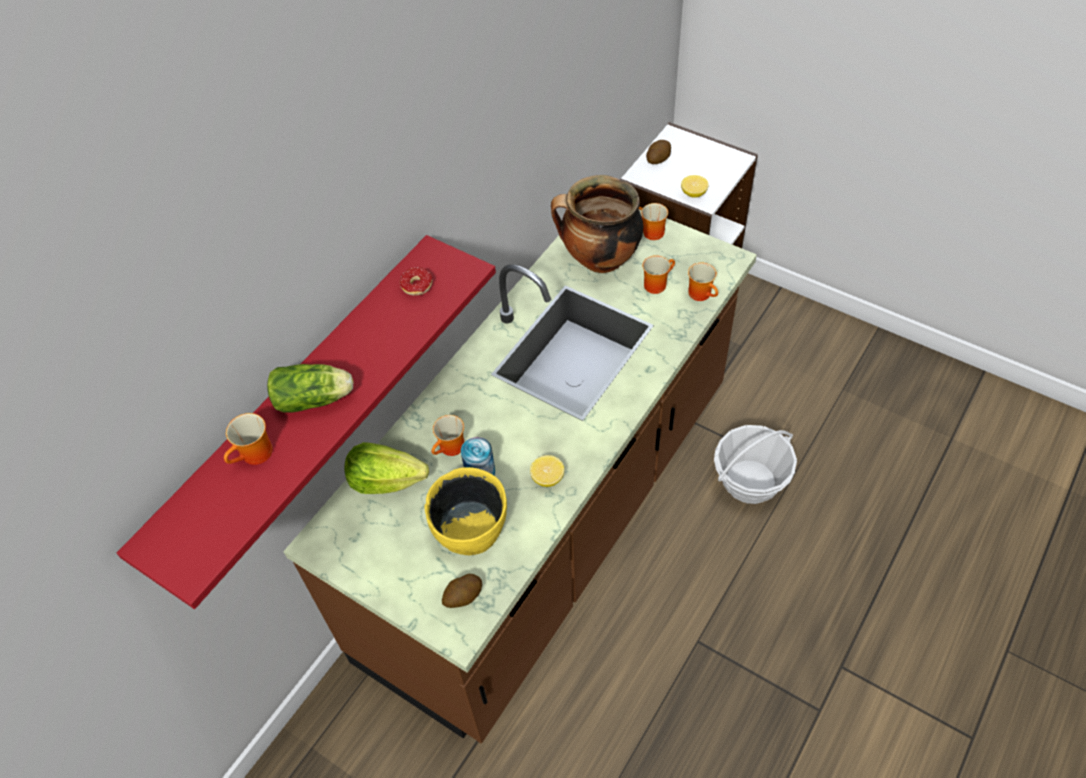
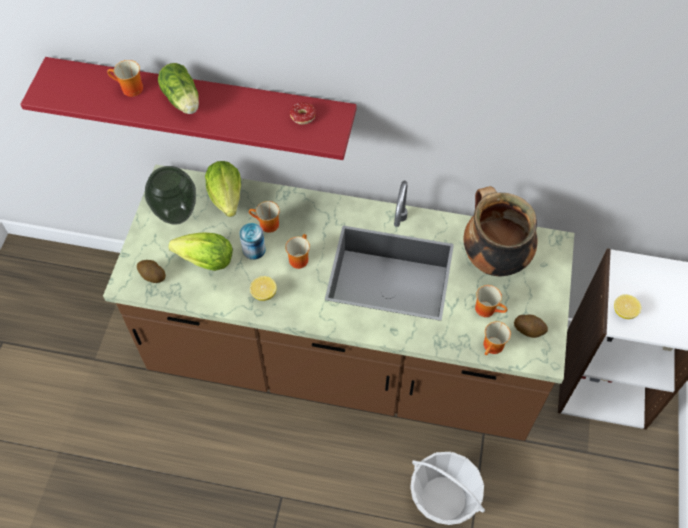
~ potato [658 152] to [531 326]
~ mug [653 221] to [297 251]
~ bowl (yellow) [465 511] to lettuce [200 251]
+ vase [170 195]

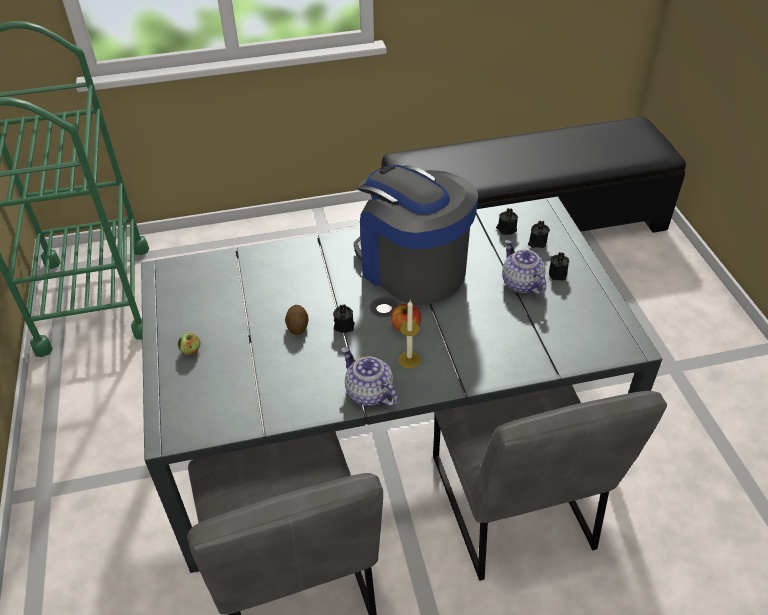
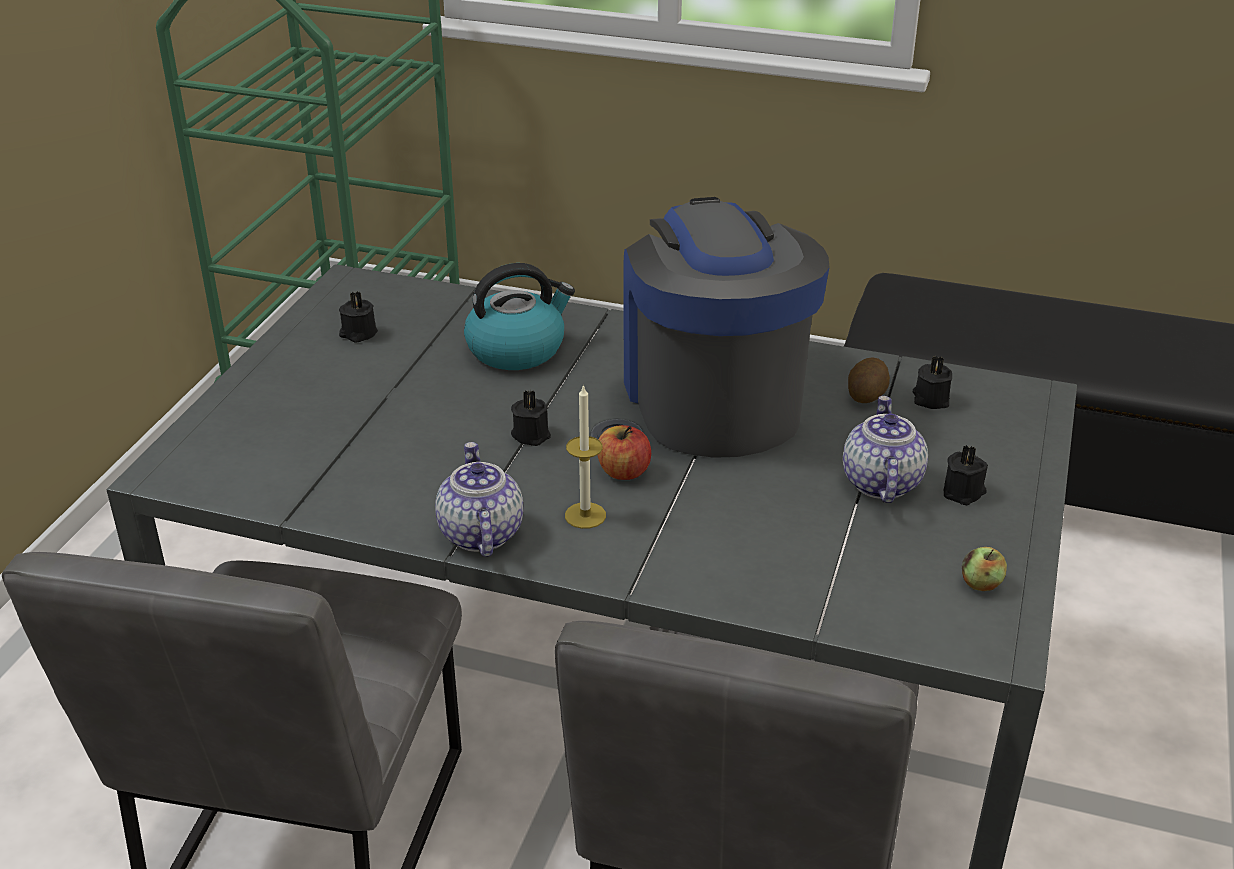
~ candle (black) [539 234] to [358 317]
~ potato [296 320] to [869 380]
~ apple [189 344] to [984 569]
+ kettle [519 316]

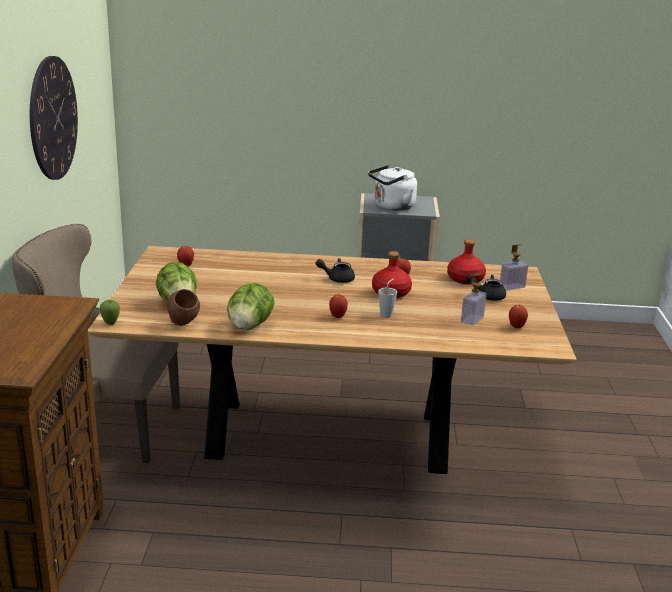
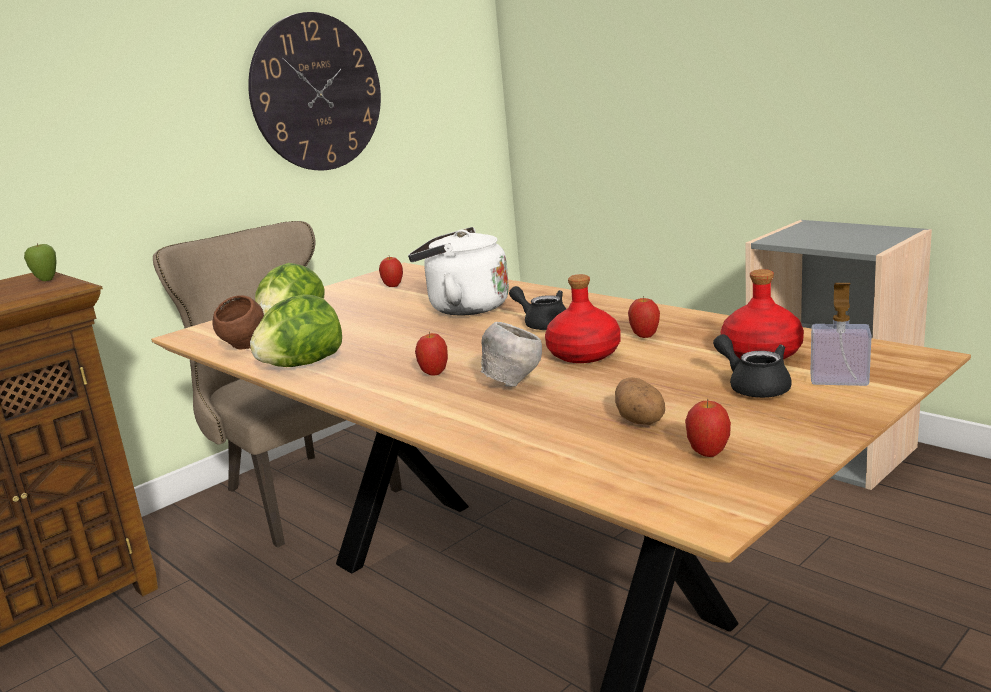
~ kettle (white) [392 188] to [458 271]
~ soap dispenser [474 299] to potato [640 401]
~ cup (grey) [387 298] to bowl (grey) [511 354]
~ apple [110 312] to [40 262]

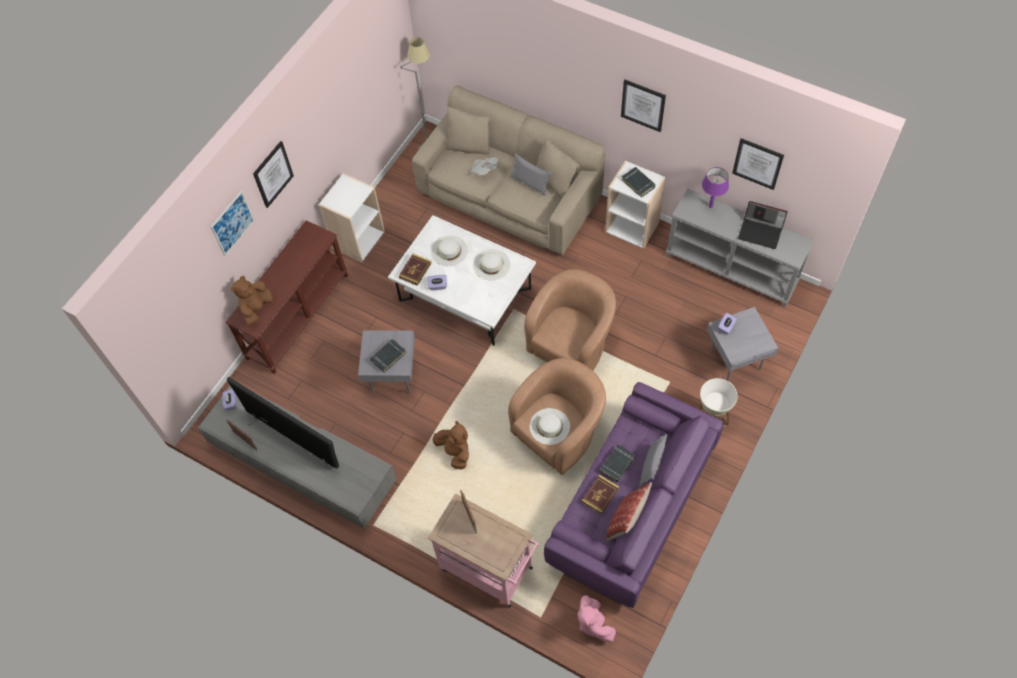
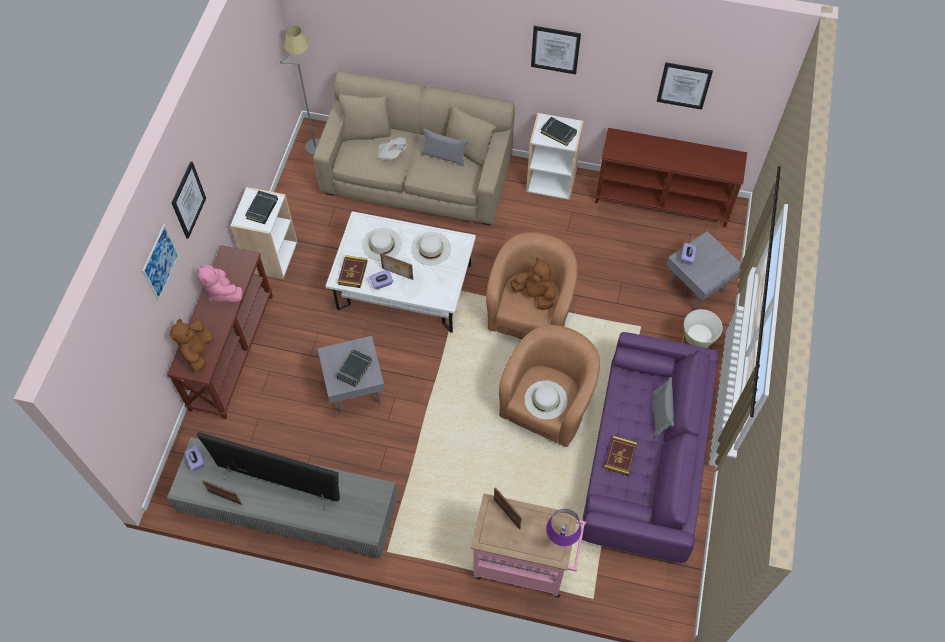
~ table lamp (purple) [715 187] to [563 527]
~ console table (grey) [740 248] to console table (brown) [671 177]
- laptop [762 225]
~ plush toy (brown) [450 445] to [533 284]
~ book (black) [617 463] to [261 207]
- pillow [628 512]
~ plush toy (pink) [596 618] to [220 283]
+ picture frame [396 266]

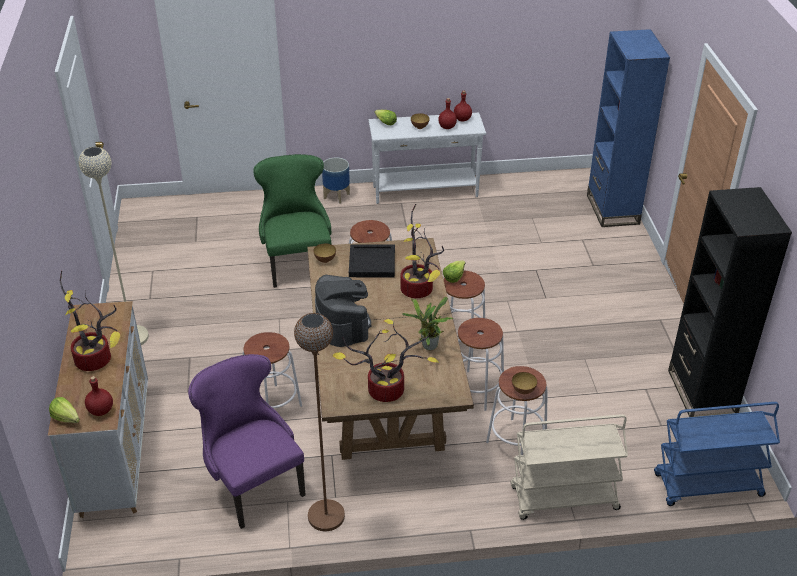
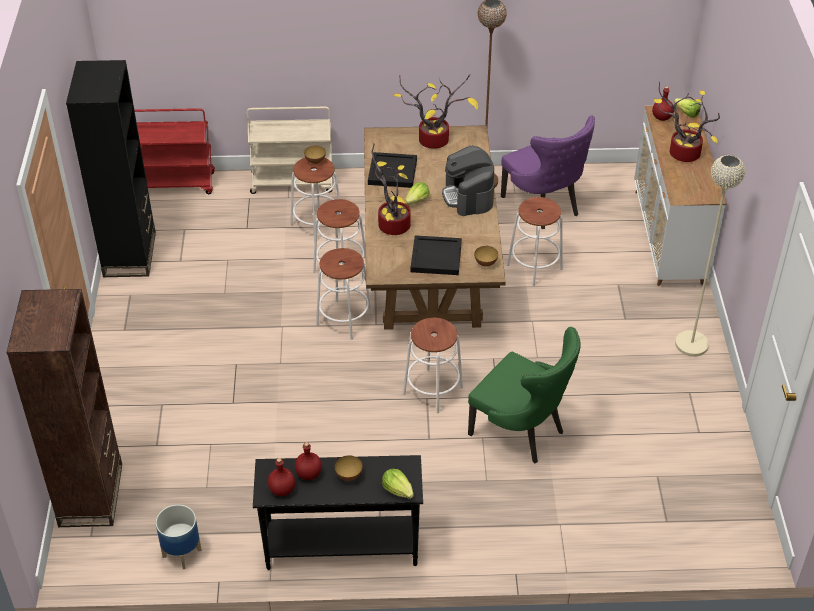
~ bookcase (blue) [628 128] to bookcase (brown) [64 408]
~ console table (white) [427 158] to console table (black) [338 512]
~ chair (green) [292 221] = [524 395] 45 degrees counterclockwise
~ planter [336 181] to [179 537]
~ lettuce [454 271] to [417 193]
~ potted plant [427 323] to tray (black) [392 170]
~ cart (blue) [717 454] to cart (red) [174 151]

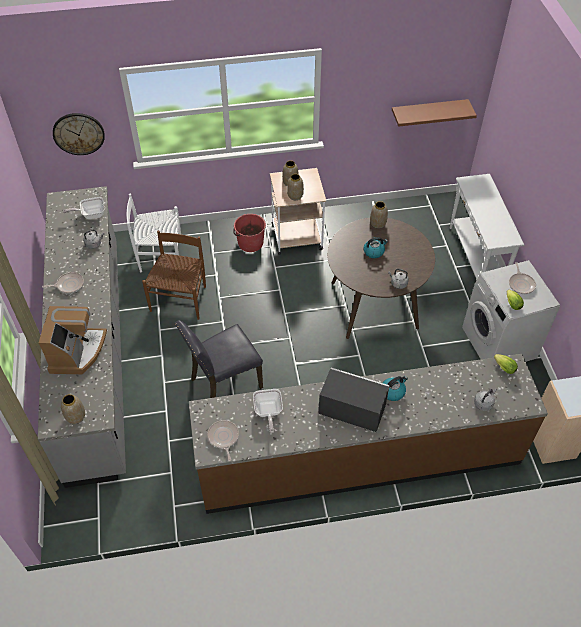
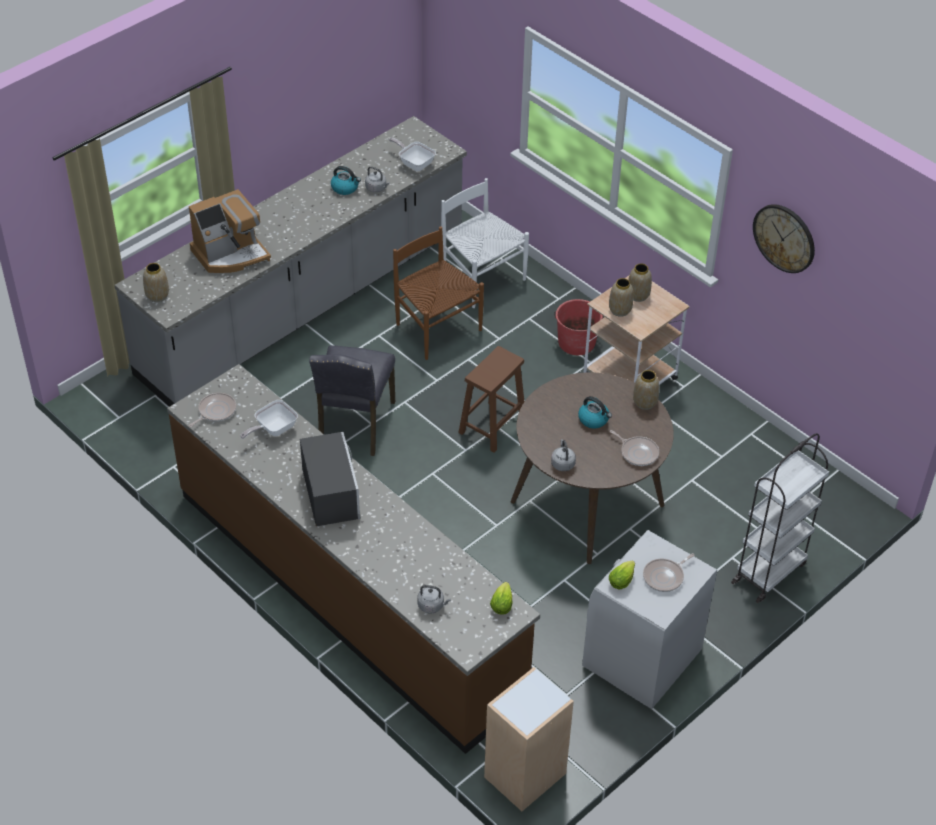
- shelf (brown) [434 113]
~ wall clock [79 134] to [784 238]
~ console table (white) [487 227] to cart (white) [780 518]
~ chair (brown) [174 275] = [438 293] 105 degrees counterclockwise
~ frying pan [63 283] to [634 448]
~ chair (grey) [218 359] = [352 400] 105 degrees counterclockwise
~ kettle [395 388] to [346 180]
+ stool (brown) [491 399]

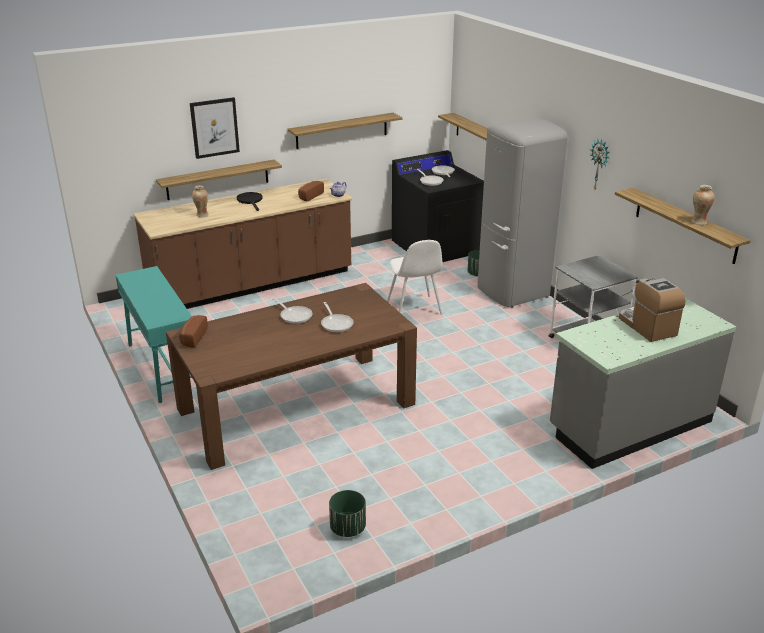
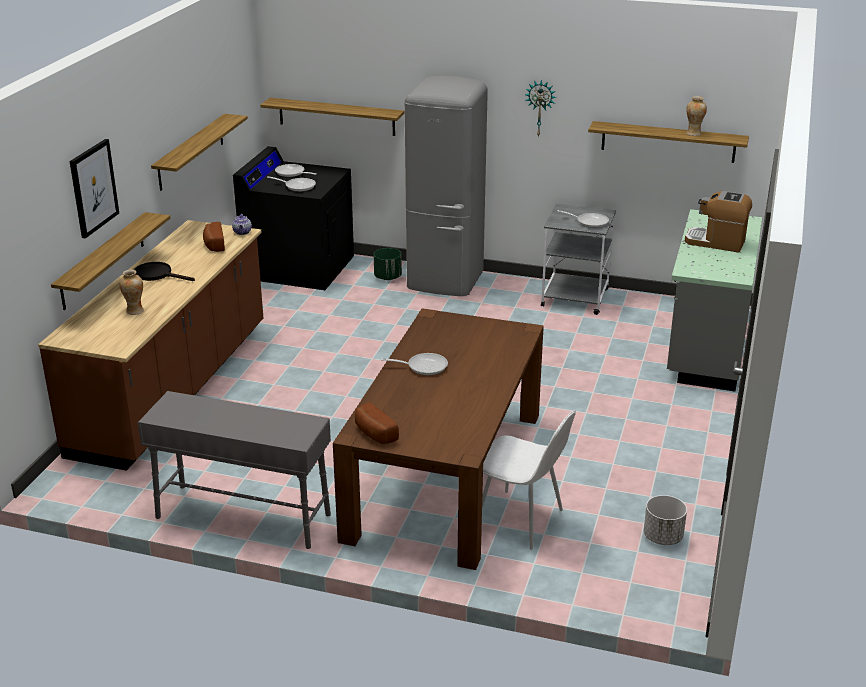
~ chair (white) [415 277] to [529 480]
~ console table (turquoise) [153 334] to console table (grey) [234 470]
~ frying pan [337 317] to [583 219]
~ planter (green) [347 513] to planter (white) [665 520]

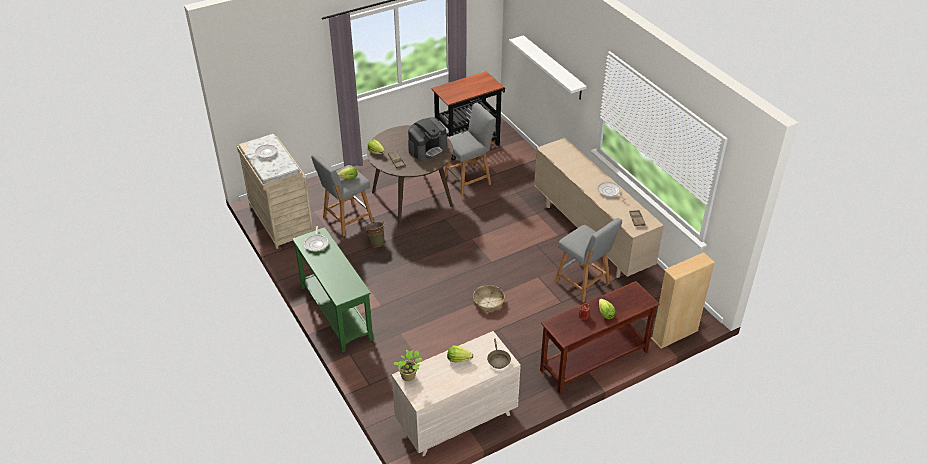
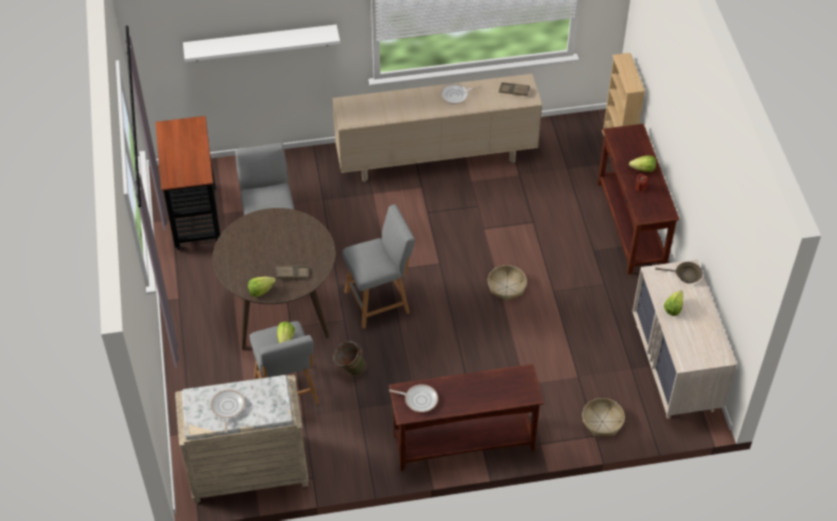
- coffee machine [427 139]
~ stool (grey) [588 260] to [378 266]
~ console table (green) [332 290] to console table (brown) [466 417]
- potted plant [407 365]
+ basket [603 417]

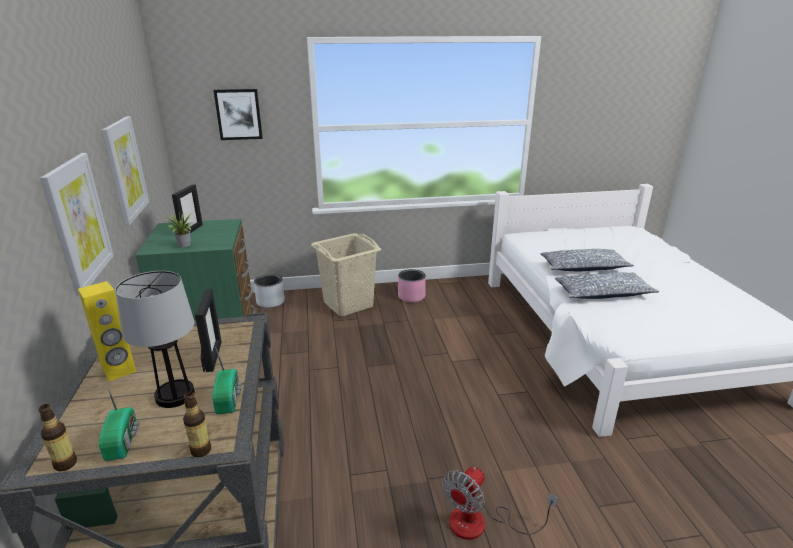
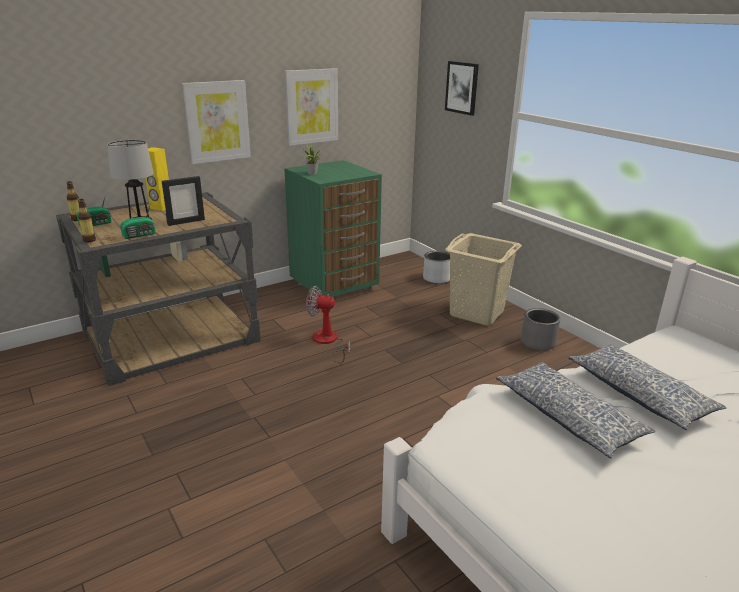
- picture frame [187 209]
~ planter (pink) [412 285] to planter (grey) [540 329]
~ fan [500 503] to [328 325]

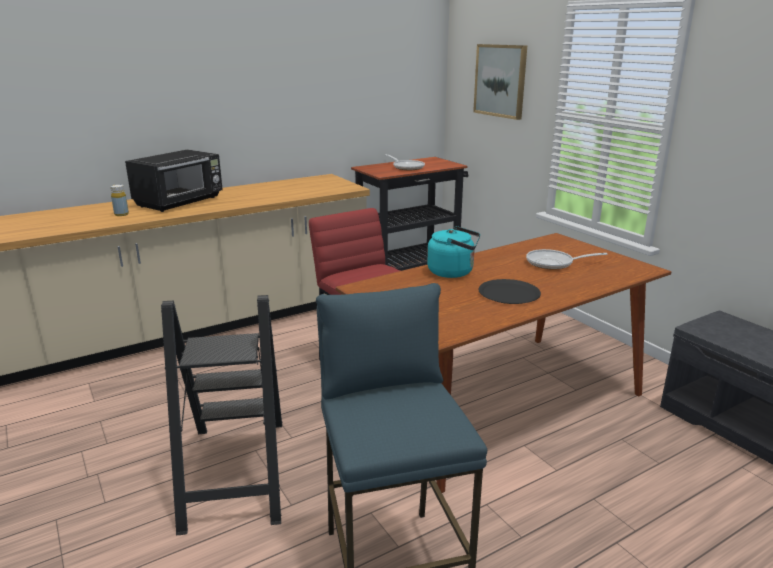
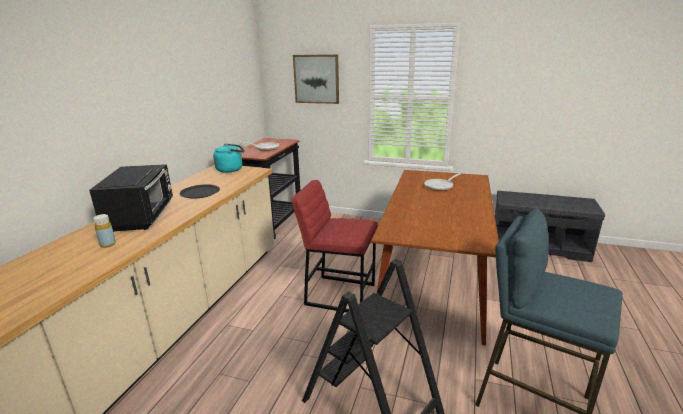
~ kettle (turquoise) [453 252] to [228 158]
~ plate (black) [509 291] to [200 191]

